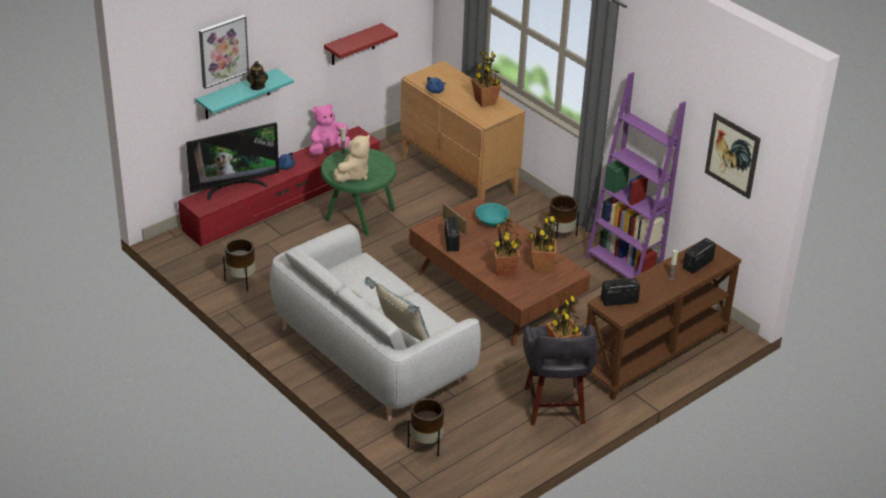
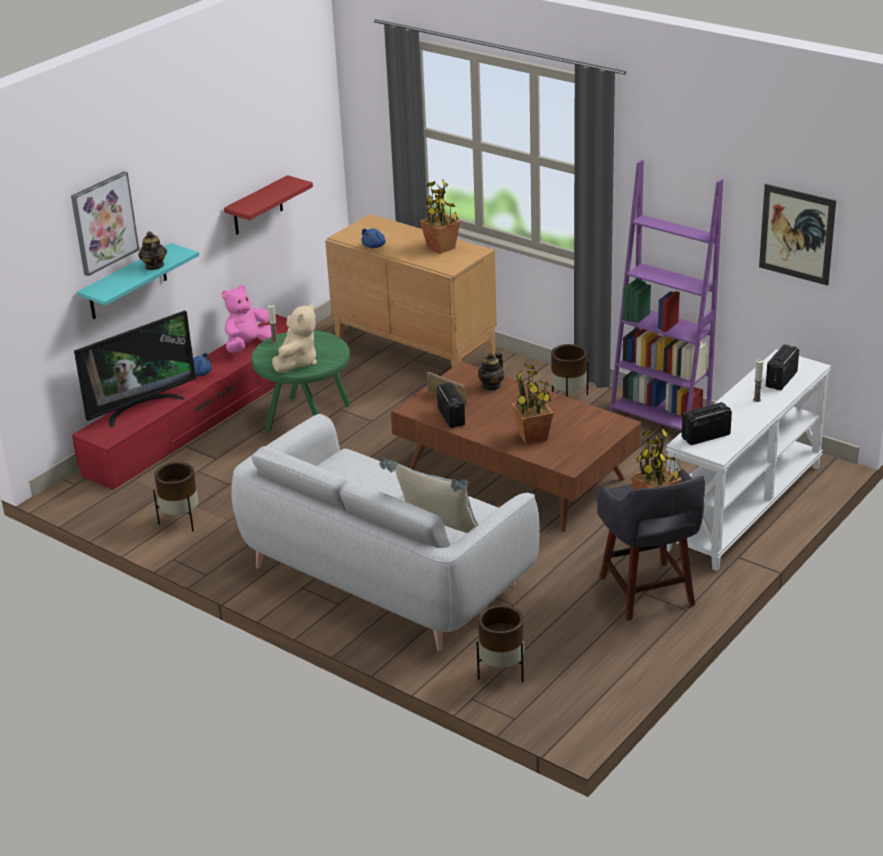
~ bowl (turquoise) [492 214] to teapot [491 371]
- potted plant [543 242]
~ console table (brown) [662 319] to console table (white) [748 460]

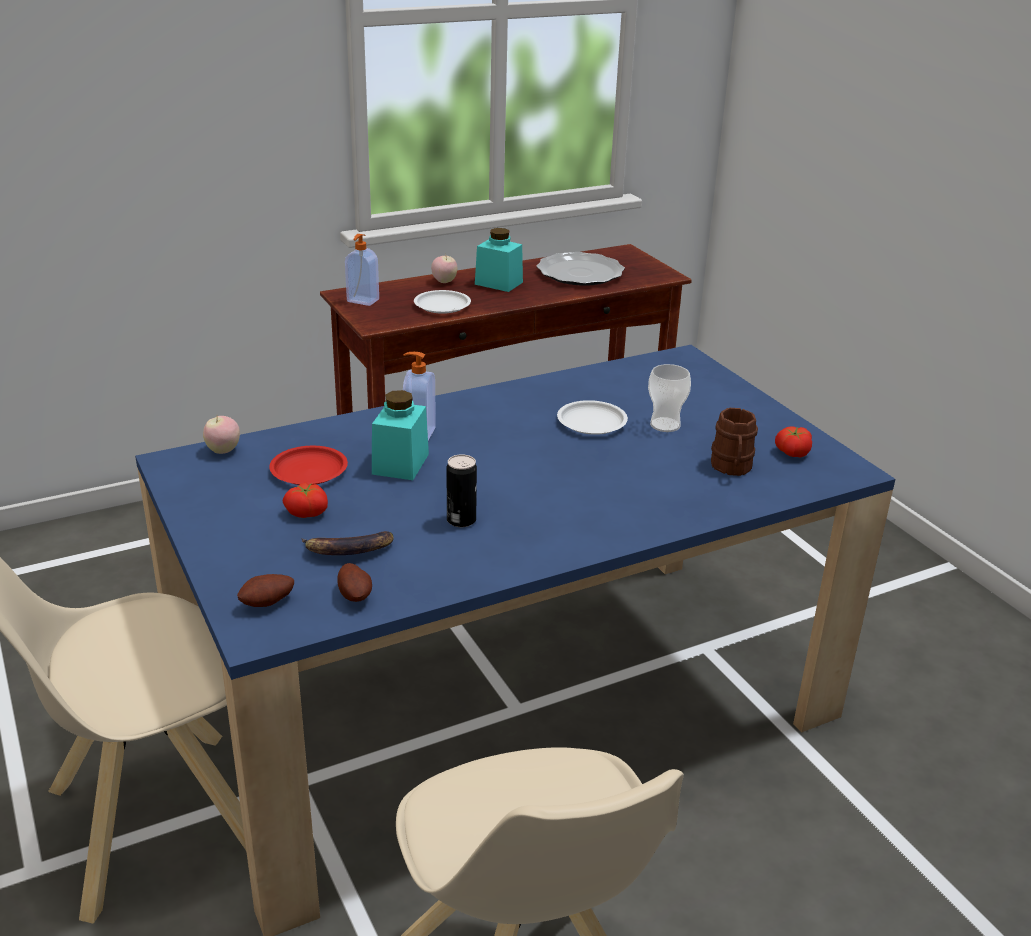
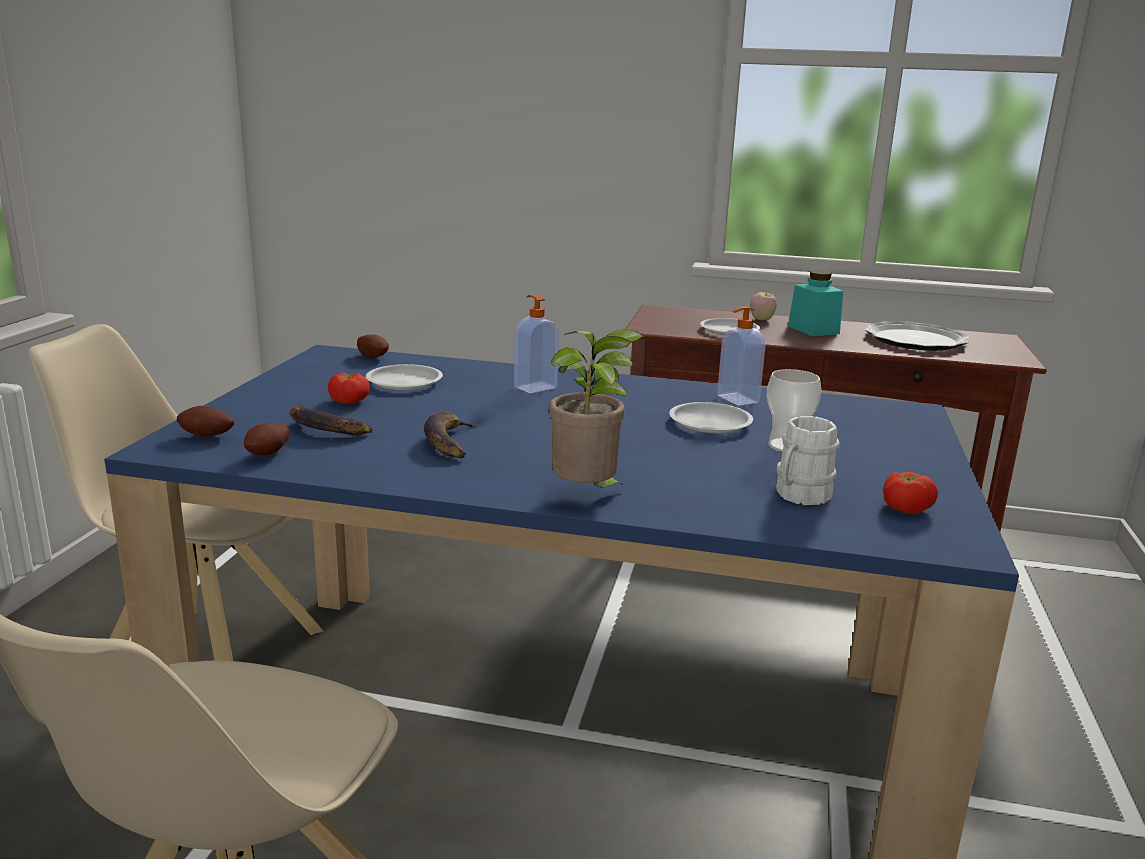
~ soap dispenser [362 270] to [741 356]
- jar (turquoise) [400 435]
~ mug (brown) [734 442] to mug (white) [808 460]
~ apple [221 435] to potato [373 346]
~ plate (red) [308 465] to plate (white) [404 377]
~ can [462 490] to banana [451 435]
+ potted plant [596 409]

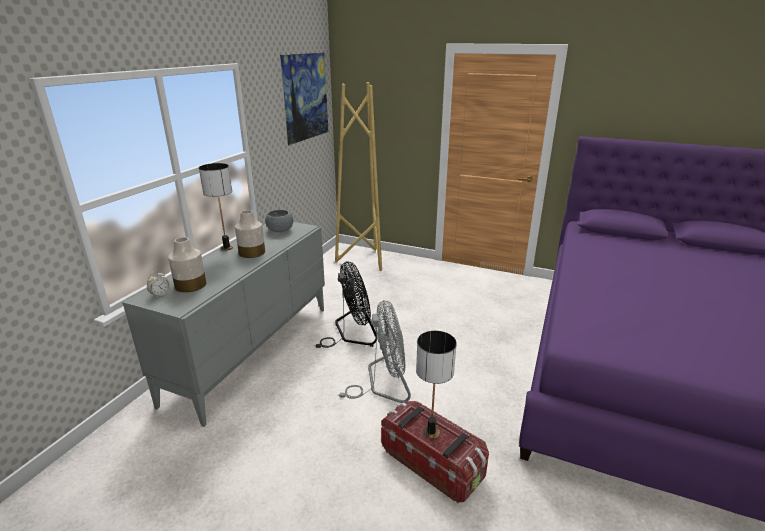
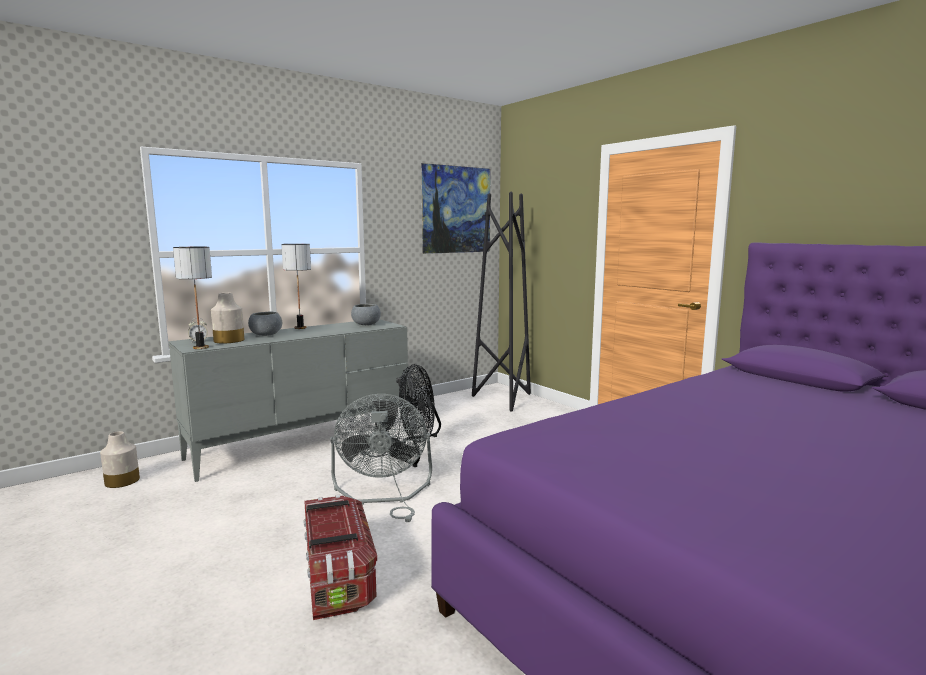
~ clothes rack (yellow) [358 176] to clothes rack (black) [501 301]
~ vase (beige) [250 234] to [120 459]
~ fan (grey) [374 351] = [381 458] 120 degrees counterclockwise
~ table lamp [436 385] to [192 298]
+ bowl (grey) [265 323]

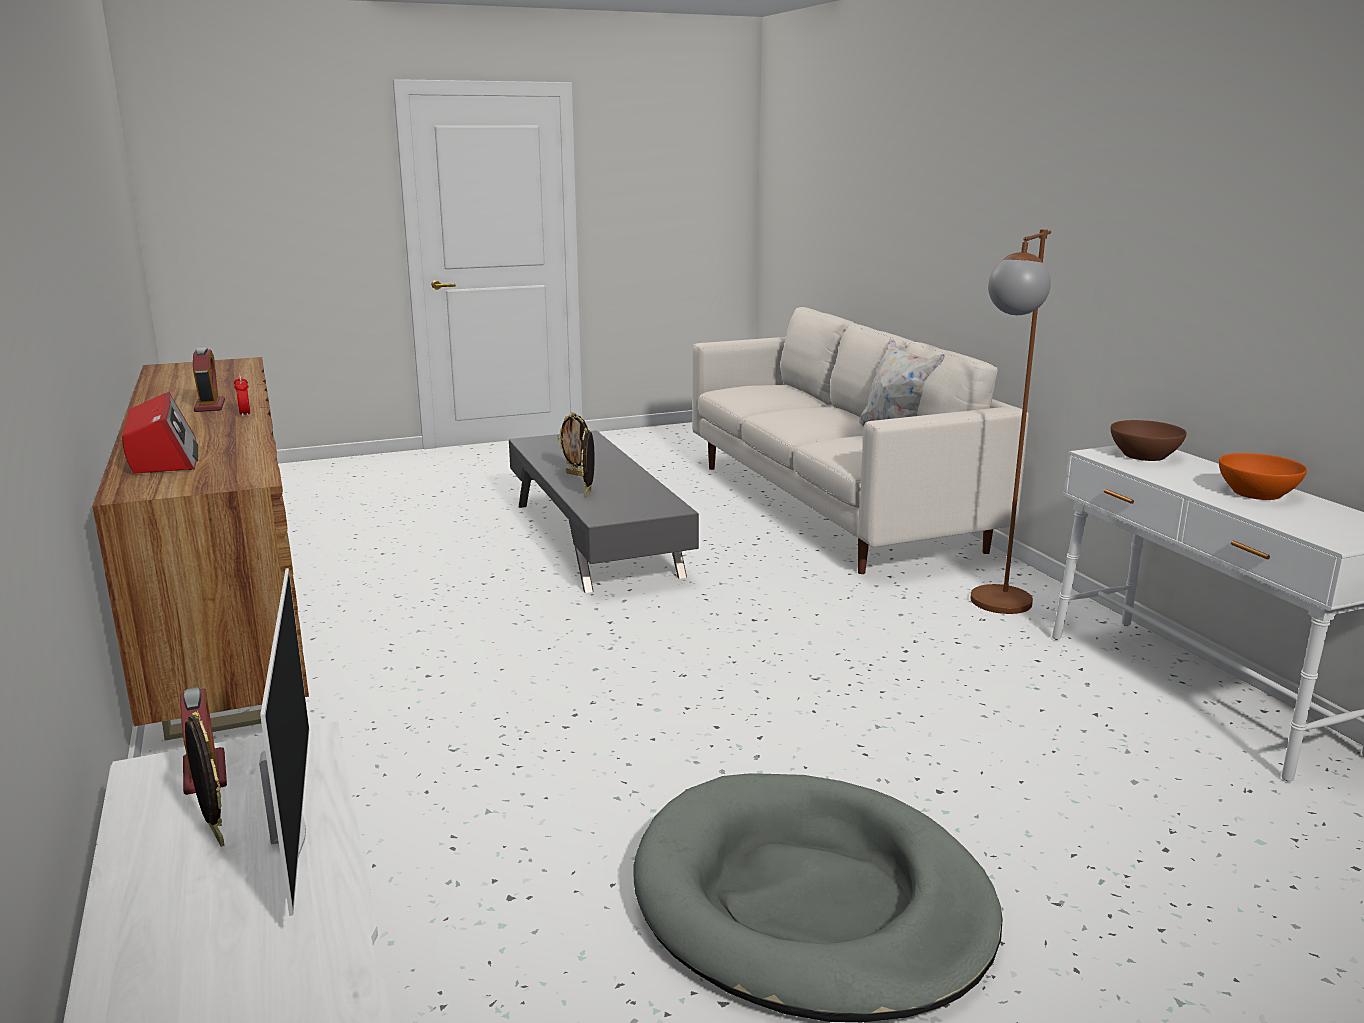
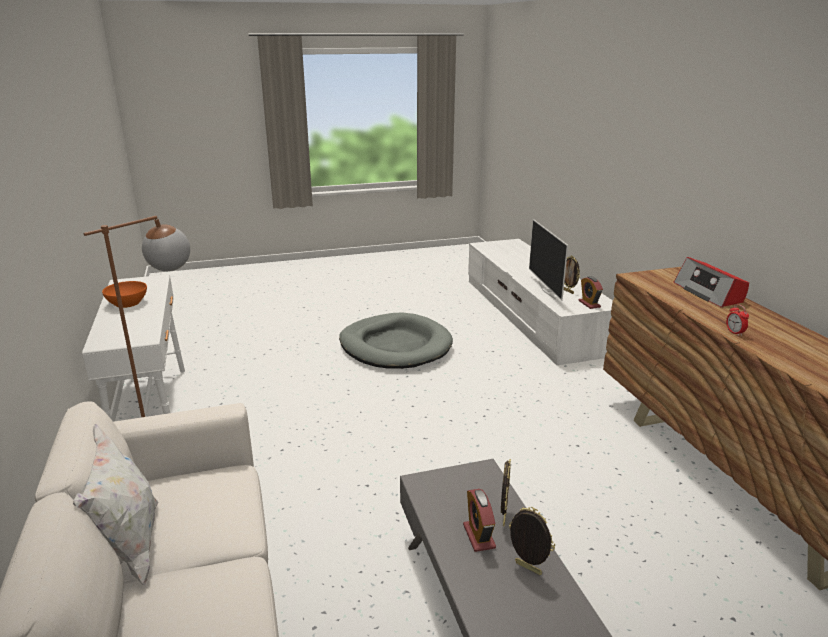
~ alarm clock [209 379] to [479 520]
- bowl (brown) [1149 440]

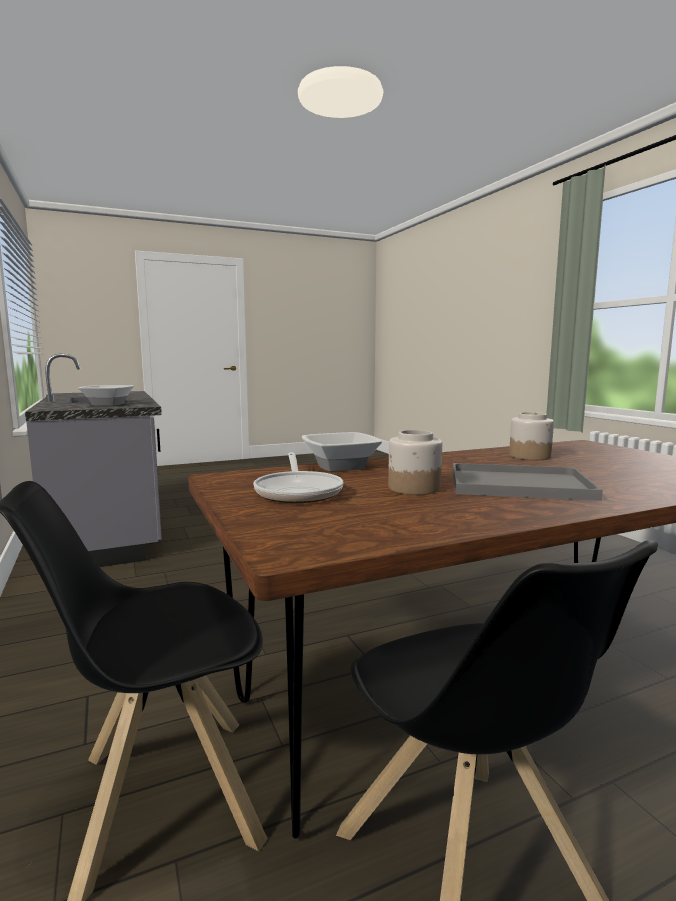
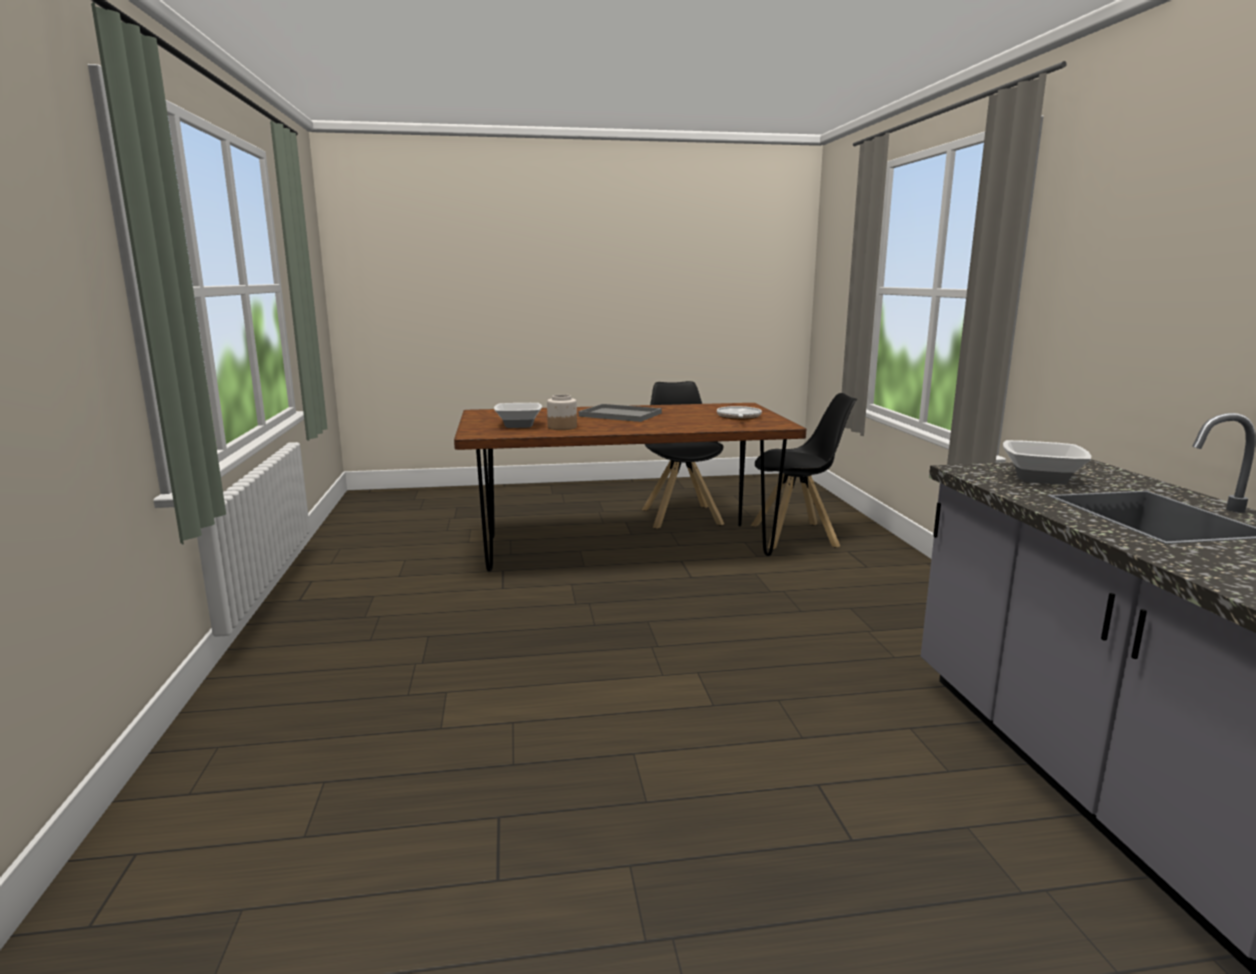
- jar [415 462]
~ bowl [342 452] to [518 415]

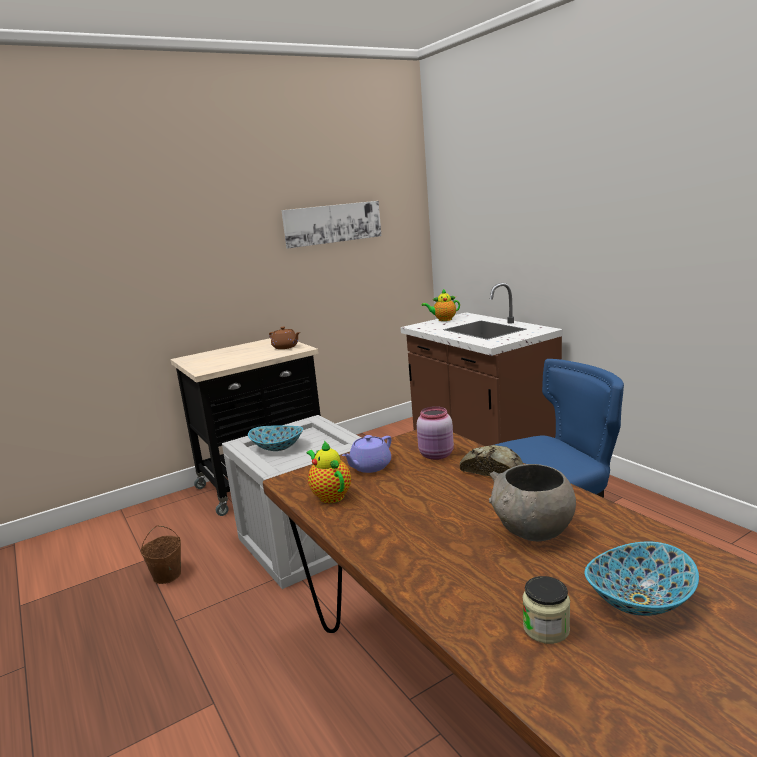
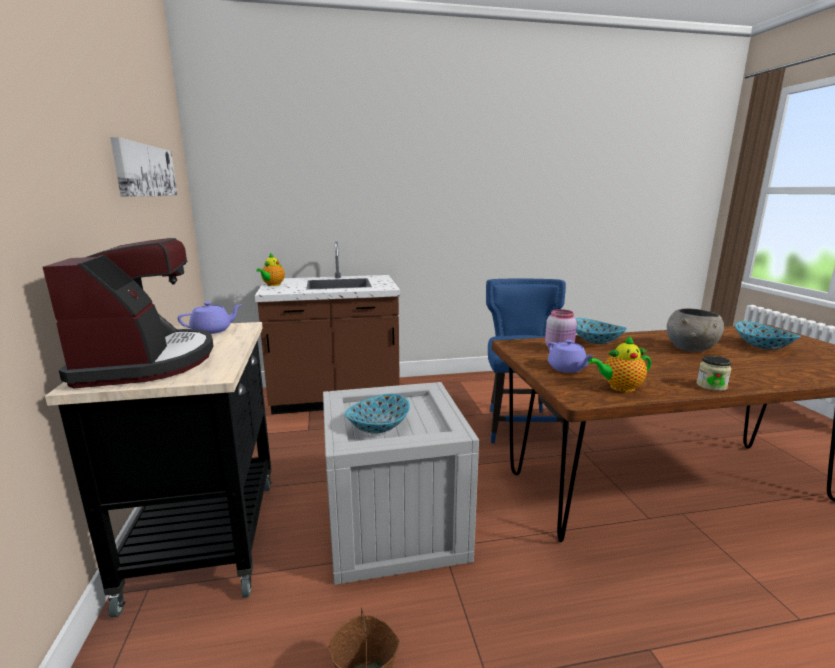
~ teapot (brown) [284 338] to teapot (purple) [210 318]
~ bread [491 460] to bowl [601 331]
~ jar [546 610] to [714 373]
+ coffee machine [128 313]

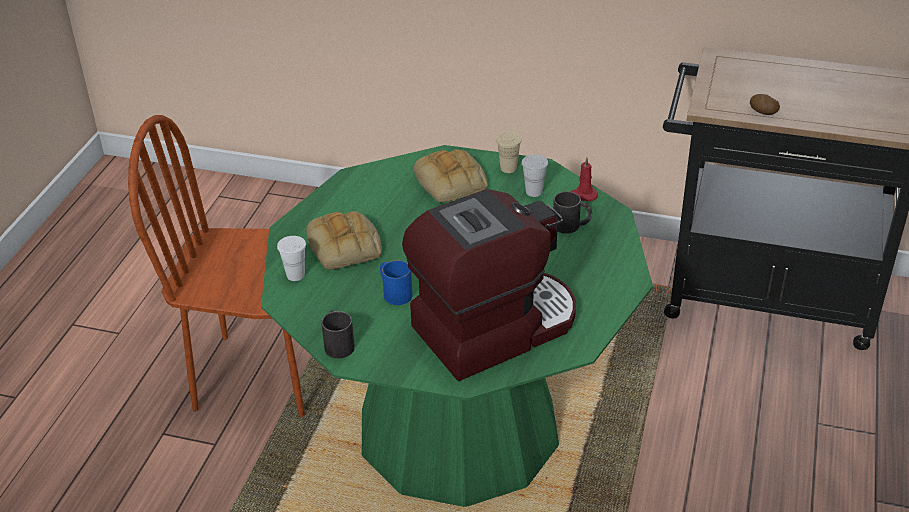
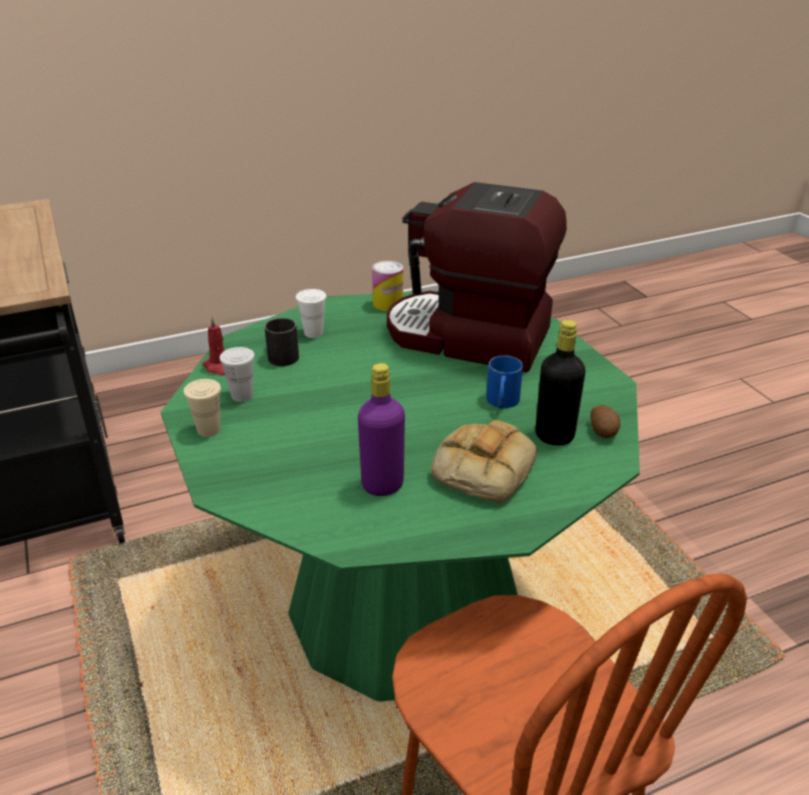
~ potato [765 104] to [605 421]
- bread [451 175]
~ cup (white) [291 258] to [311 313]
- mug (black) [338 334]
+ can [387 286]
+ bottle (black) [560 382]
+ bottle (purple) [381 429]

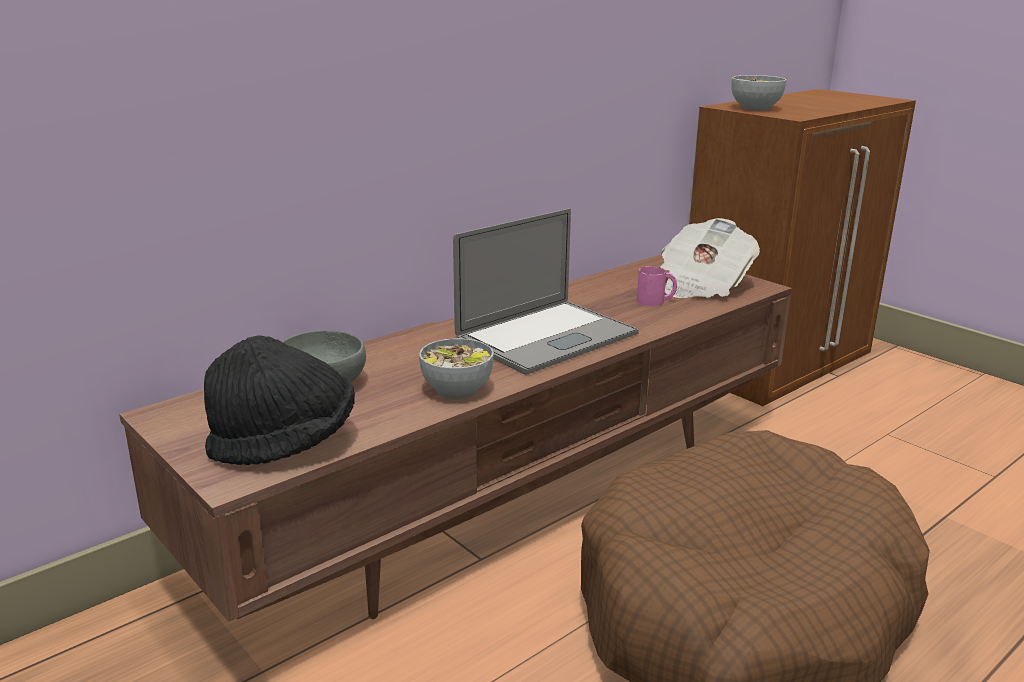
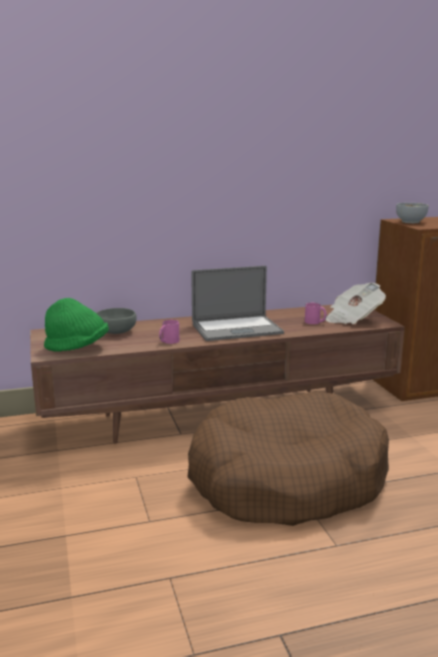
~ hat (black) [279 400] to hat (green) [76 325]
~ bowl [456 368] to mug (pink) [169 332]

